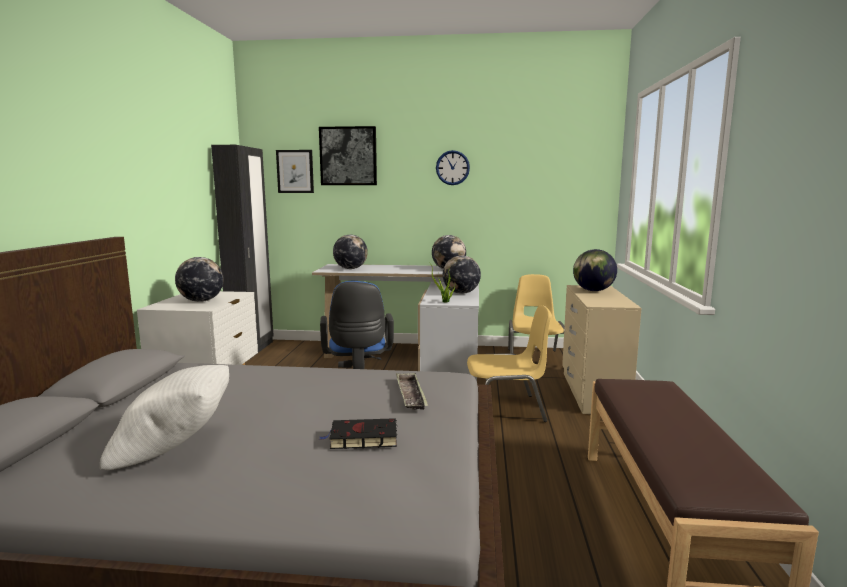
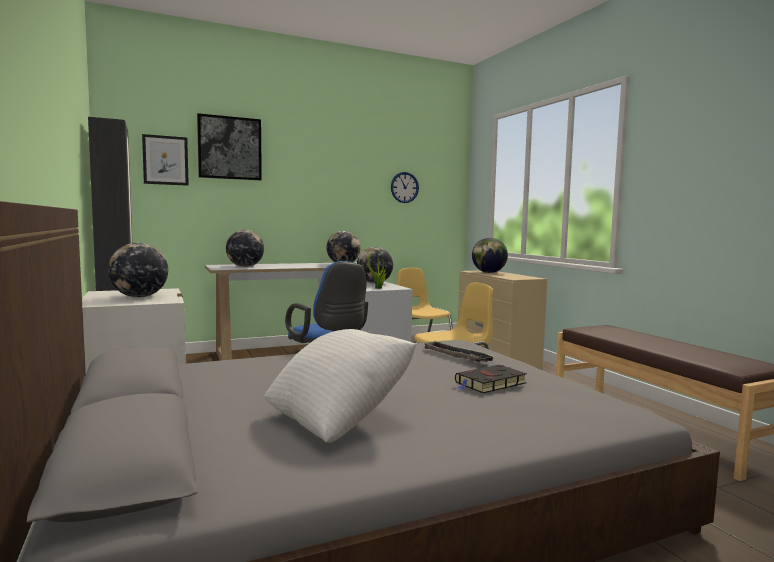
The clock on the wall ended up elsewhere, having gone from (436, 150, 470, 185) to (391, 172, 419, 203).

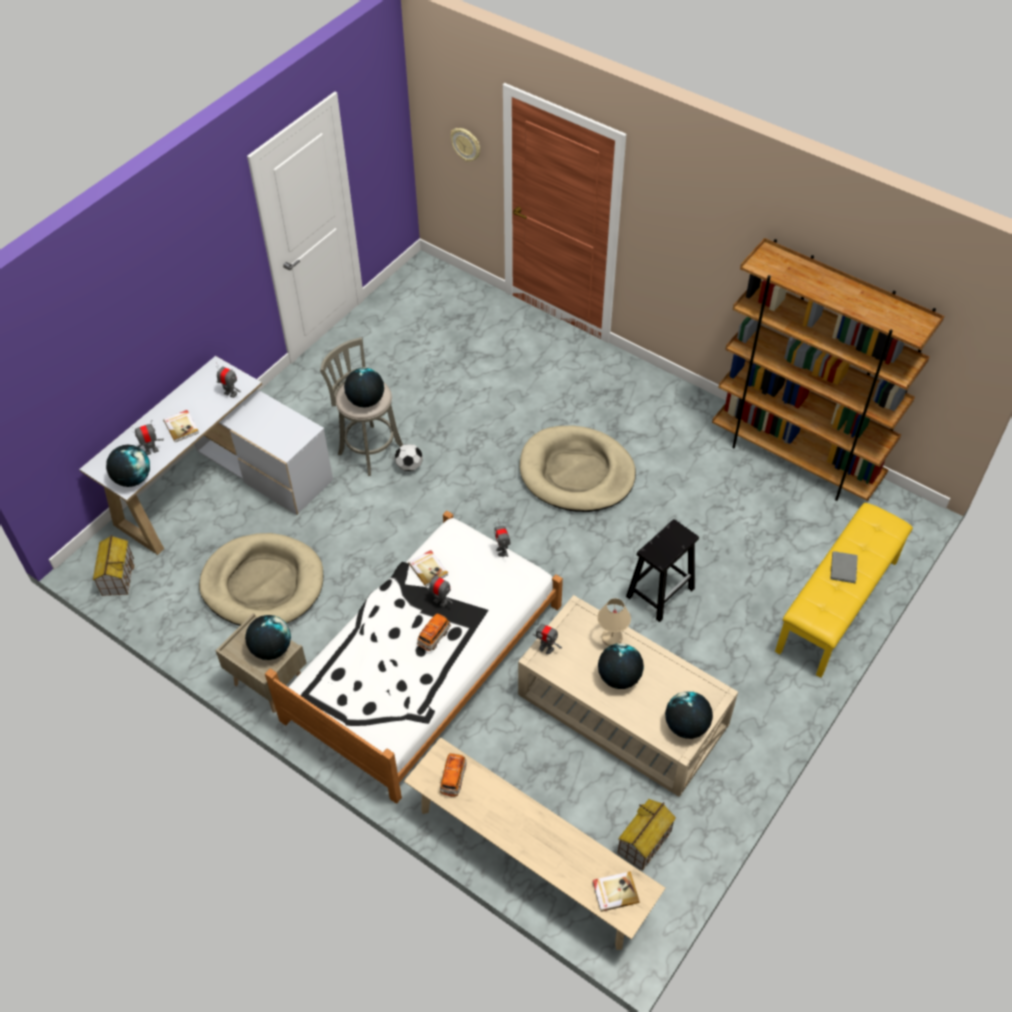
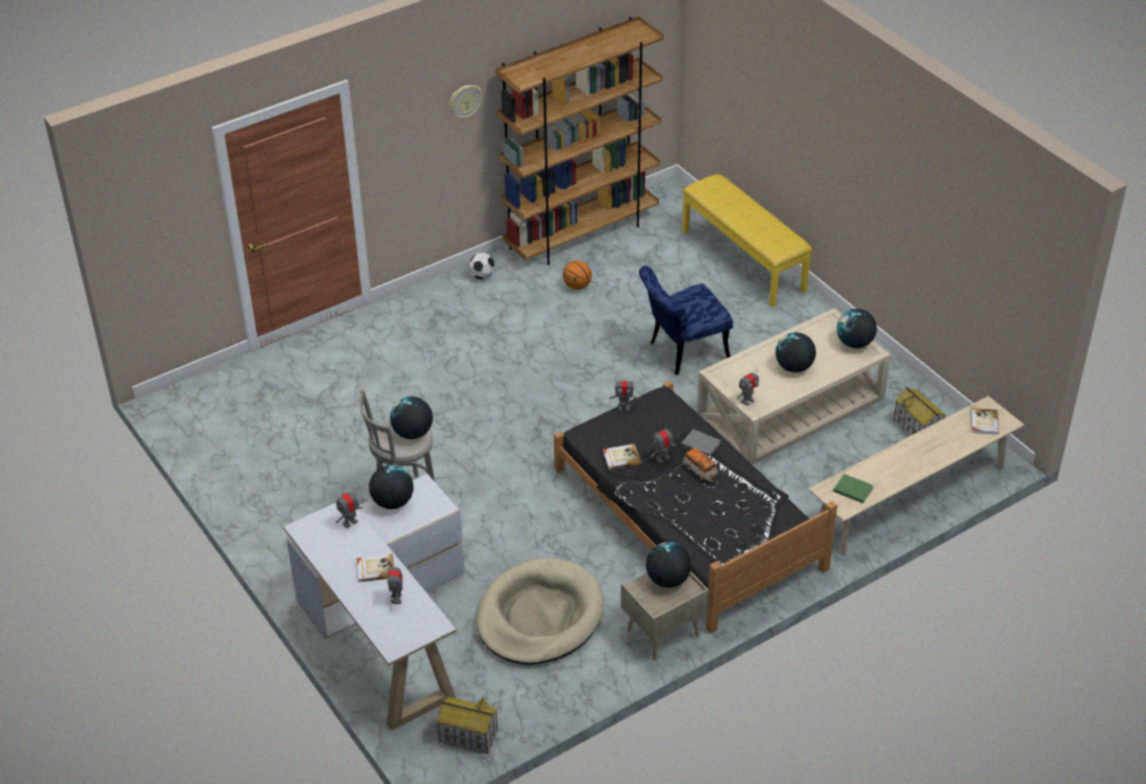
The clock on the wall ended up elsewhere, having gone from (450, 128, 480, 162) to (449, 85, 482, 120). The second view lost the dog bed/sand-coloured at (520, 425, 636, 512). The football ended up elsewhere, having gone from (395, 444, 423, 471) to (469, 253, 495, 279). The desk globe ended up elsewhere, having gone from (106, 445, 150, 487) to (369, 465, 414, 509). What was the bedroom bed/whitish at (265, 511, 563, 804) turned into the bedroom bed/black-coloured at (554, 380, 837, 634). Where the stool/black-coloured stood at (626, 519, 699, 622), the plain chair/blue-coloured came to stand at (639, 266, 733, 375). The book/grey ended up elsewhere, having gone from (831, 551, 858, 583) to (681, 429, 721, 457). The second view lost the table lamp/sand-coloured at (597, 598, 631, 646). Where the miniature car stood at (440, 753, 467, 797), the book/greenish came to stand at (833, 474, 874, 503). The second view gained the ball for basketball at (563, 261, 592, 290).

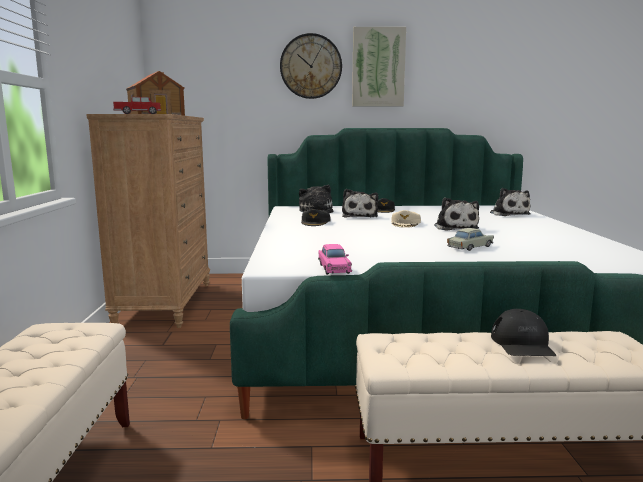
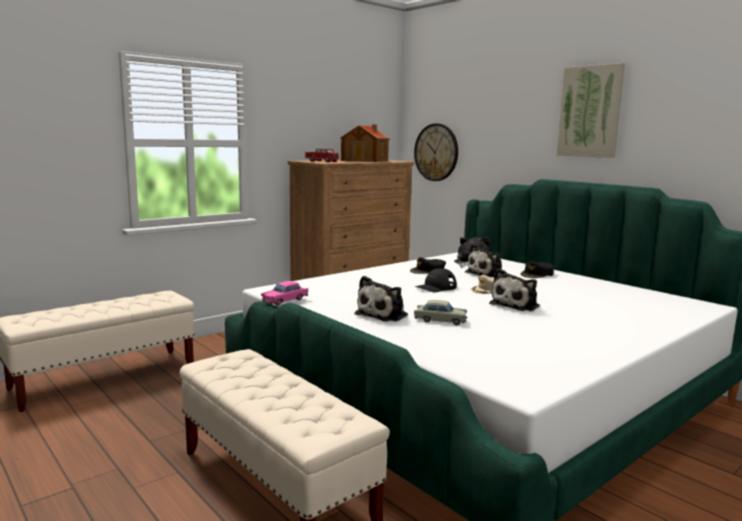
The clock on the wall ended up elsewhere, having gone from (280, 33, 342, 99) to (414, 123, 458, 181). The plush toy ended up elsewhere, having gone from (490, 188, 531, 216) to (355, 276, 408, 322). The peaked cap/black-coloured ended up elsewhere, having gone from (491, 309, 556, 356) to (415, 268, 457, 293).

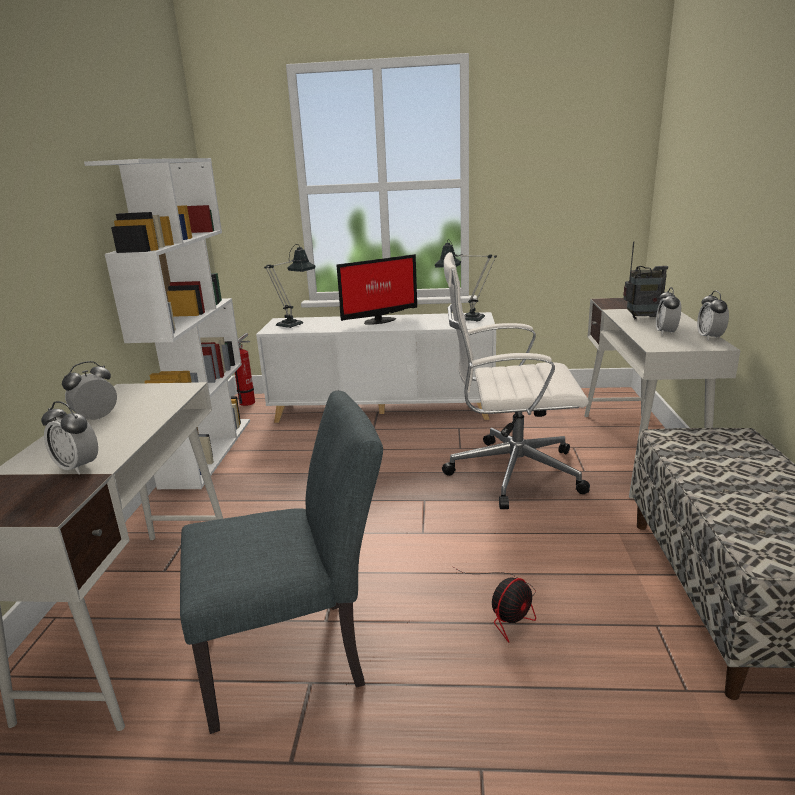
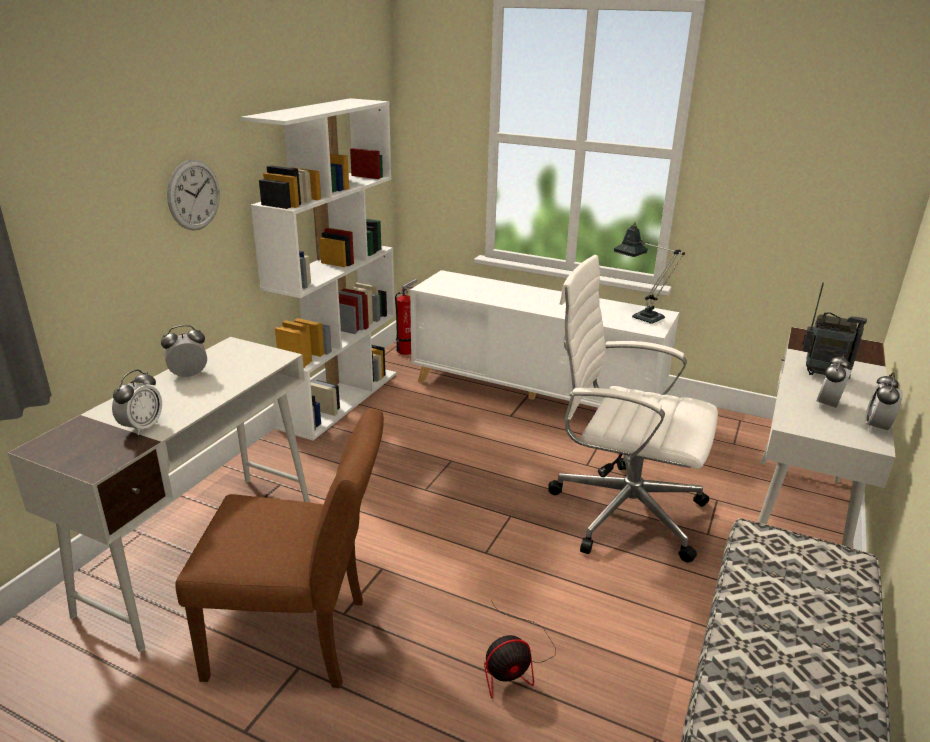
The second view lost the table lamp at (264, 244, 315, 328). The second view lost the monitor at (337, 254, 417, 325). What was the plain chair/grey at (180, 391, 383, 734) turned into the plain chair/brownish at (175, 408, 384, 688). The table clock at (41, 401, 98, 475) ended up facing another way, 120 degrees counterclockwise from before. The second view gained the clock on the wall at (167, 160, 220, 230).

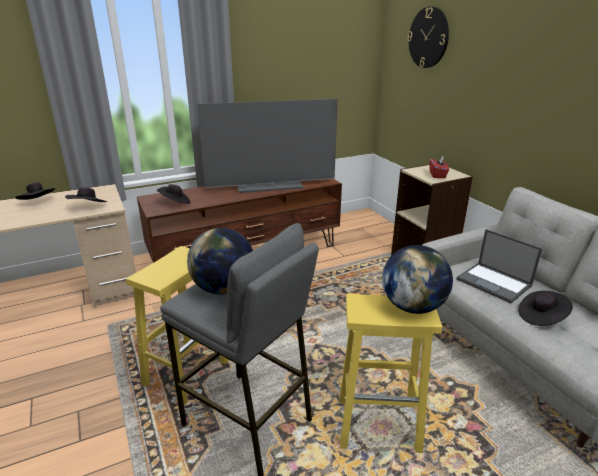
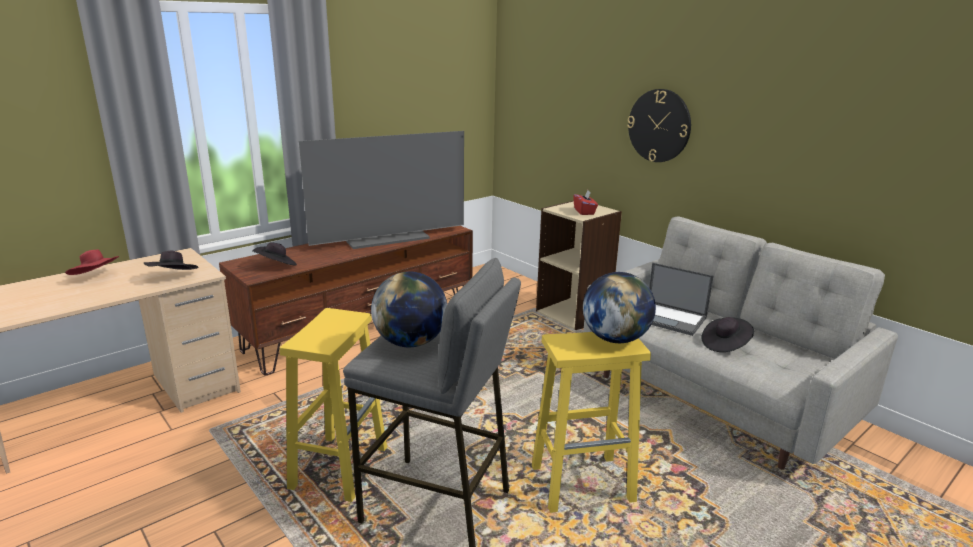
The clock on the wall ended up elsewhere, having gone from (407, 6, 449, 68) to (627, 89, 691, 162). What was the clothing hat/black-coloured at (15, 182, 55, 200) turned into the clothing hat/red at (65, 250, 119, 275).

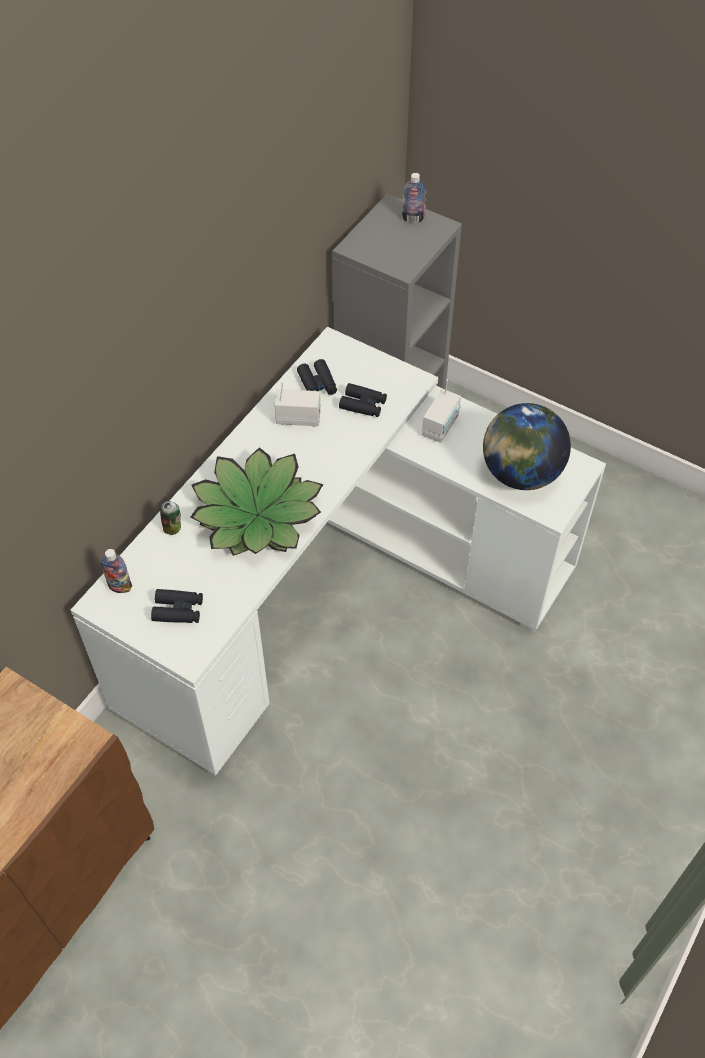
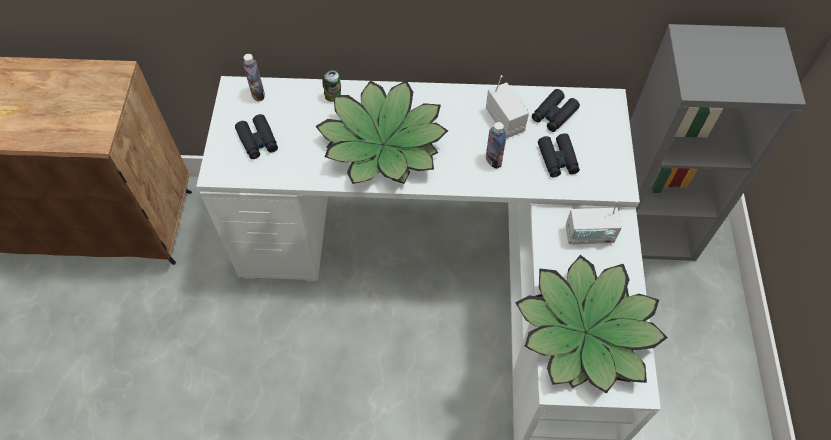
The drink bottle ended up elsewhere, having gone from (402, 173, 426, 223) to (486, 122, 506, 169). Where the desk globe stood at (483, 403, 571, 490), the houseplant came to stand at (515, 255, 668, 394).

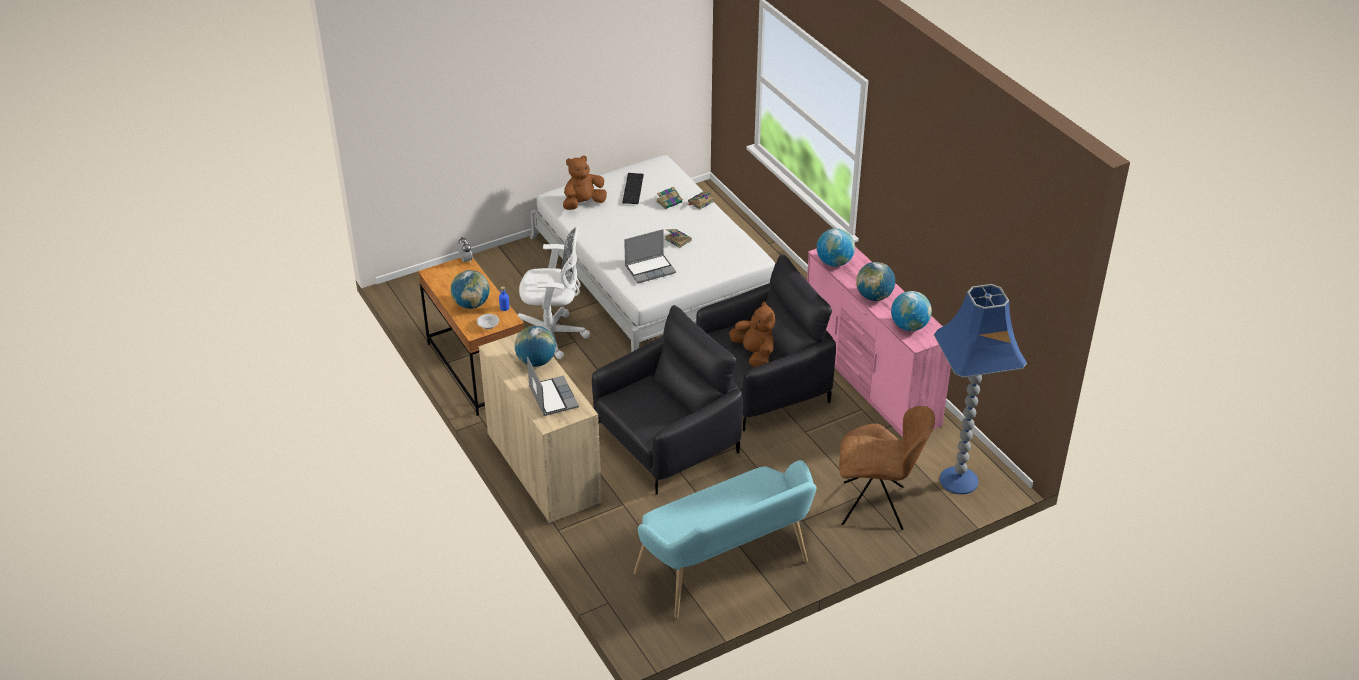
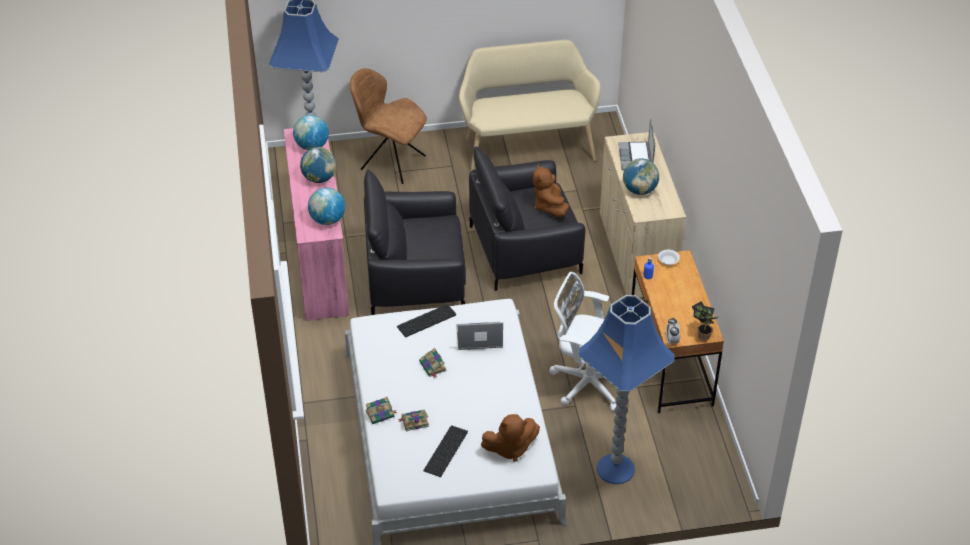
The second view lost the desk globe at (450, 270, 489, 309). The plush toy/brownish ended up elsewhere, having gone from (729, 301, 775, 367) to (533, 164, 569, 217). What was the bench/blue-green at (634, 460, 817, 619) turned into the bench/sand-coloured at (459, 40, 601, 171). The second view gained the standard lamp/blue-coloured at (578, 295, 674, 484). The second view gained the houseplant at (692, 301, 719, 340). The second view gained the computer keyboard at (397, 304, 456, 337).

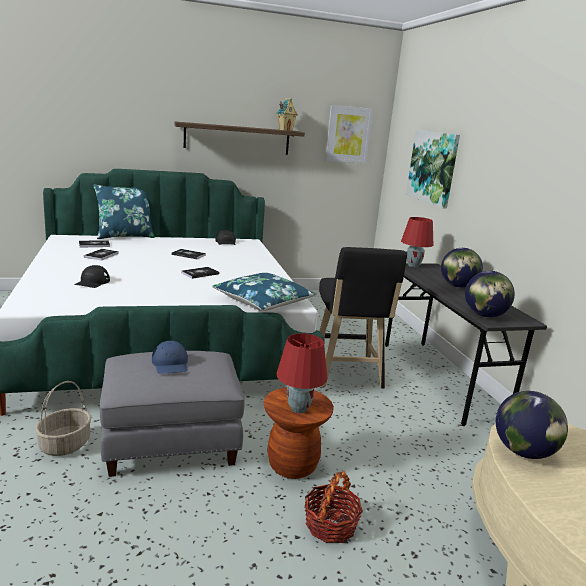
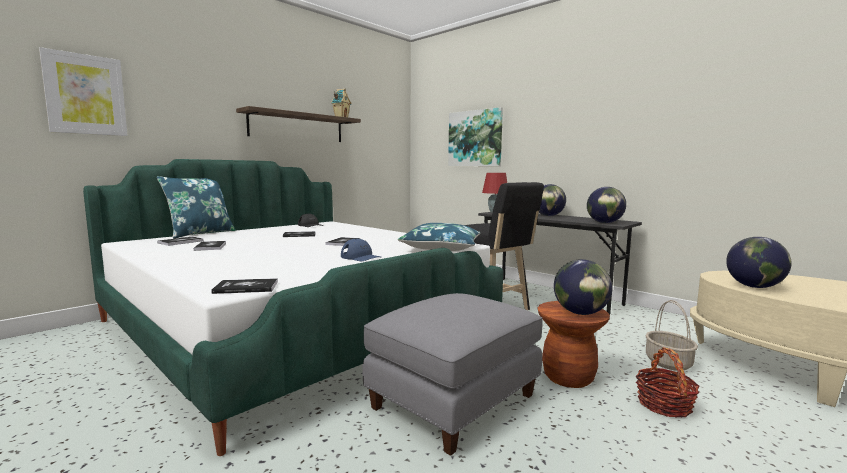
The wall art ended up elsewhere, having gone from (325, 105, 373, 164) to (39, 47, 128, 136). The second view lost the peaked cap/black-coloured at (74, 265, 110, 288). Where the table lamp/red stood at (276, 333, 327, 413), the desk globe came to stand at (554, 259, 612, 315). The peaked cap/blue-coloured ended up elsewhere, having gone from (152, 341, 188, 374) to (341, 239, 381, 261). The household basket ended up elsewhere, having gone from (35, 381, 91, 456) to (645, 300, 698, 371). The second view gained the book at (211, 278, 278, 294).

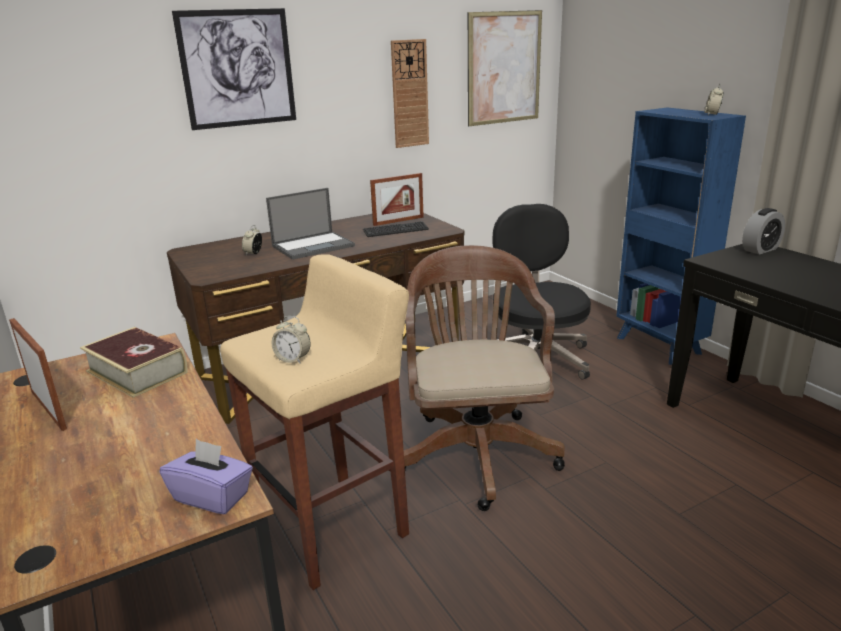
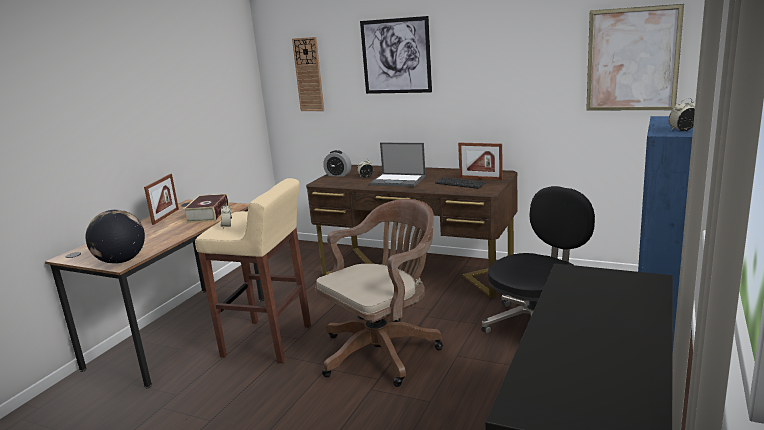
The clock on the wall ended up elsewhere, having gone from (391, 39, 429, 148) to (292, 37, 324, 111). The table clock ended up elsewhere, having gone from (742, 208, 785, 254) to (323, 150, 351, 177). Where the tissue holder/purple stood at (160, 439, 253, 514), the desk globe came to stand at (86, 210, 145, 264).

